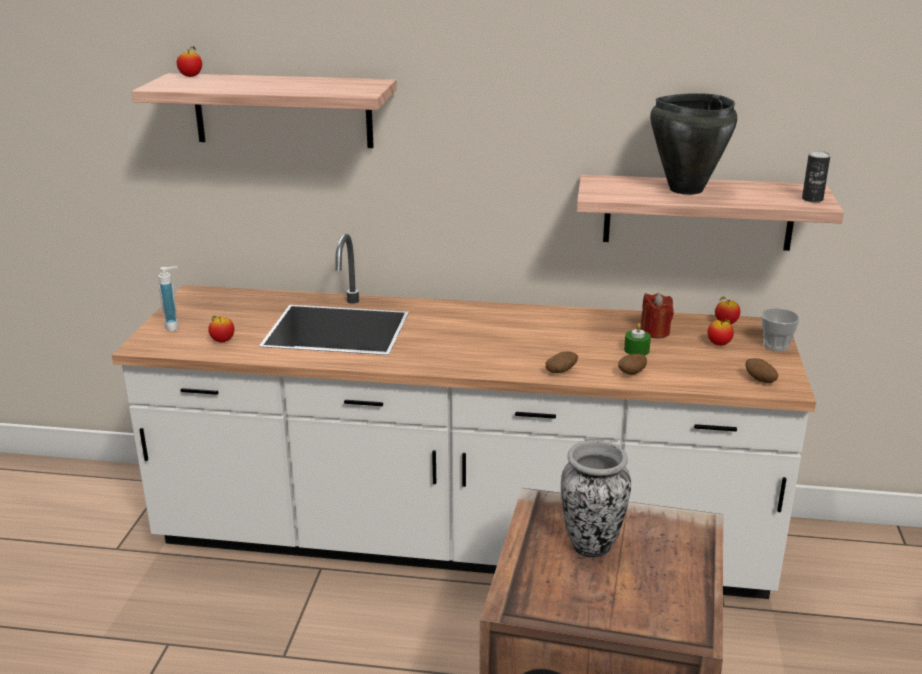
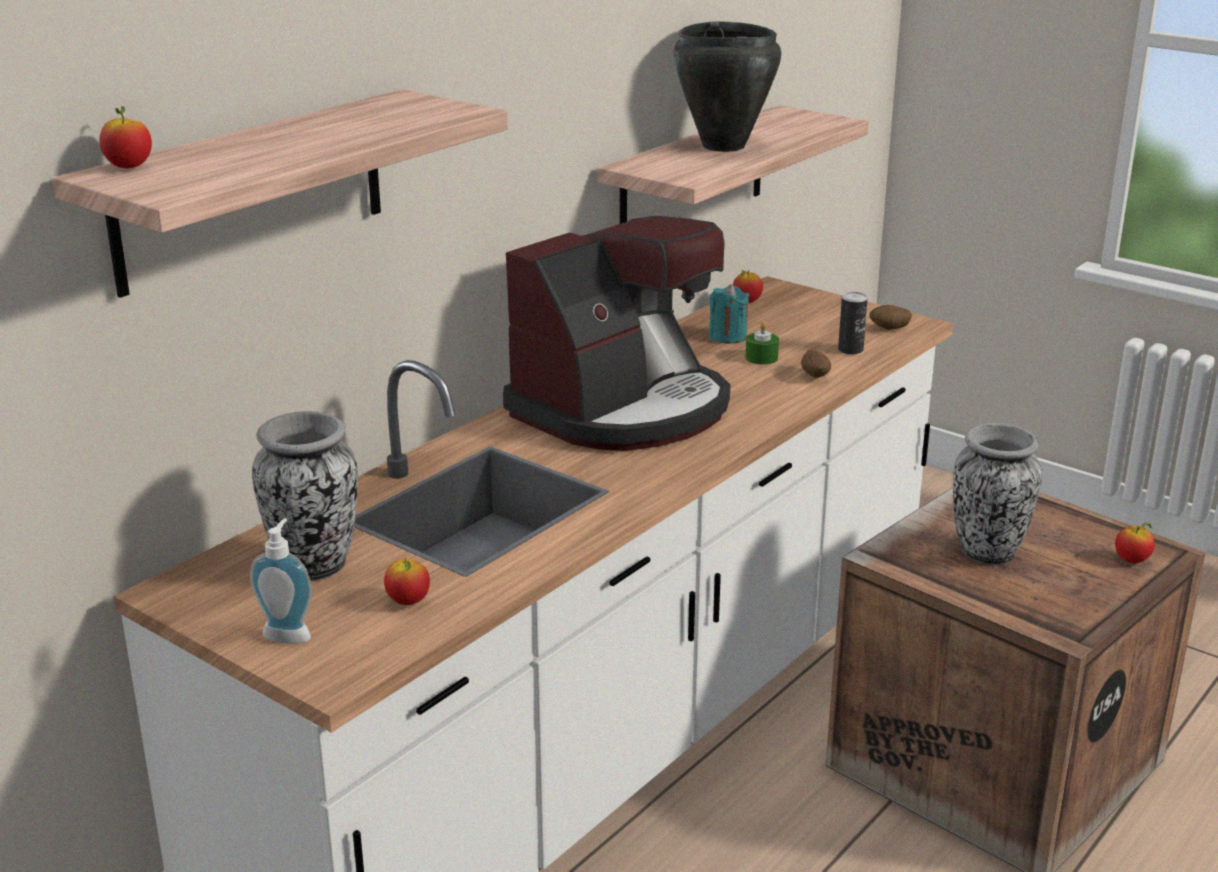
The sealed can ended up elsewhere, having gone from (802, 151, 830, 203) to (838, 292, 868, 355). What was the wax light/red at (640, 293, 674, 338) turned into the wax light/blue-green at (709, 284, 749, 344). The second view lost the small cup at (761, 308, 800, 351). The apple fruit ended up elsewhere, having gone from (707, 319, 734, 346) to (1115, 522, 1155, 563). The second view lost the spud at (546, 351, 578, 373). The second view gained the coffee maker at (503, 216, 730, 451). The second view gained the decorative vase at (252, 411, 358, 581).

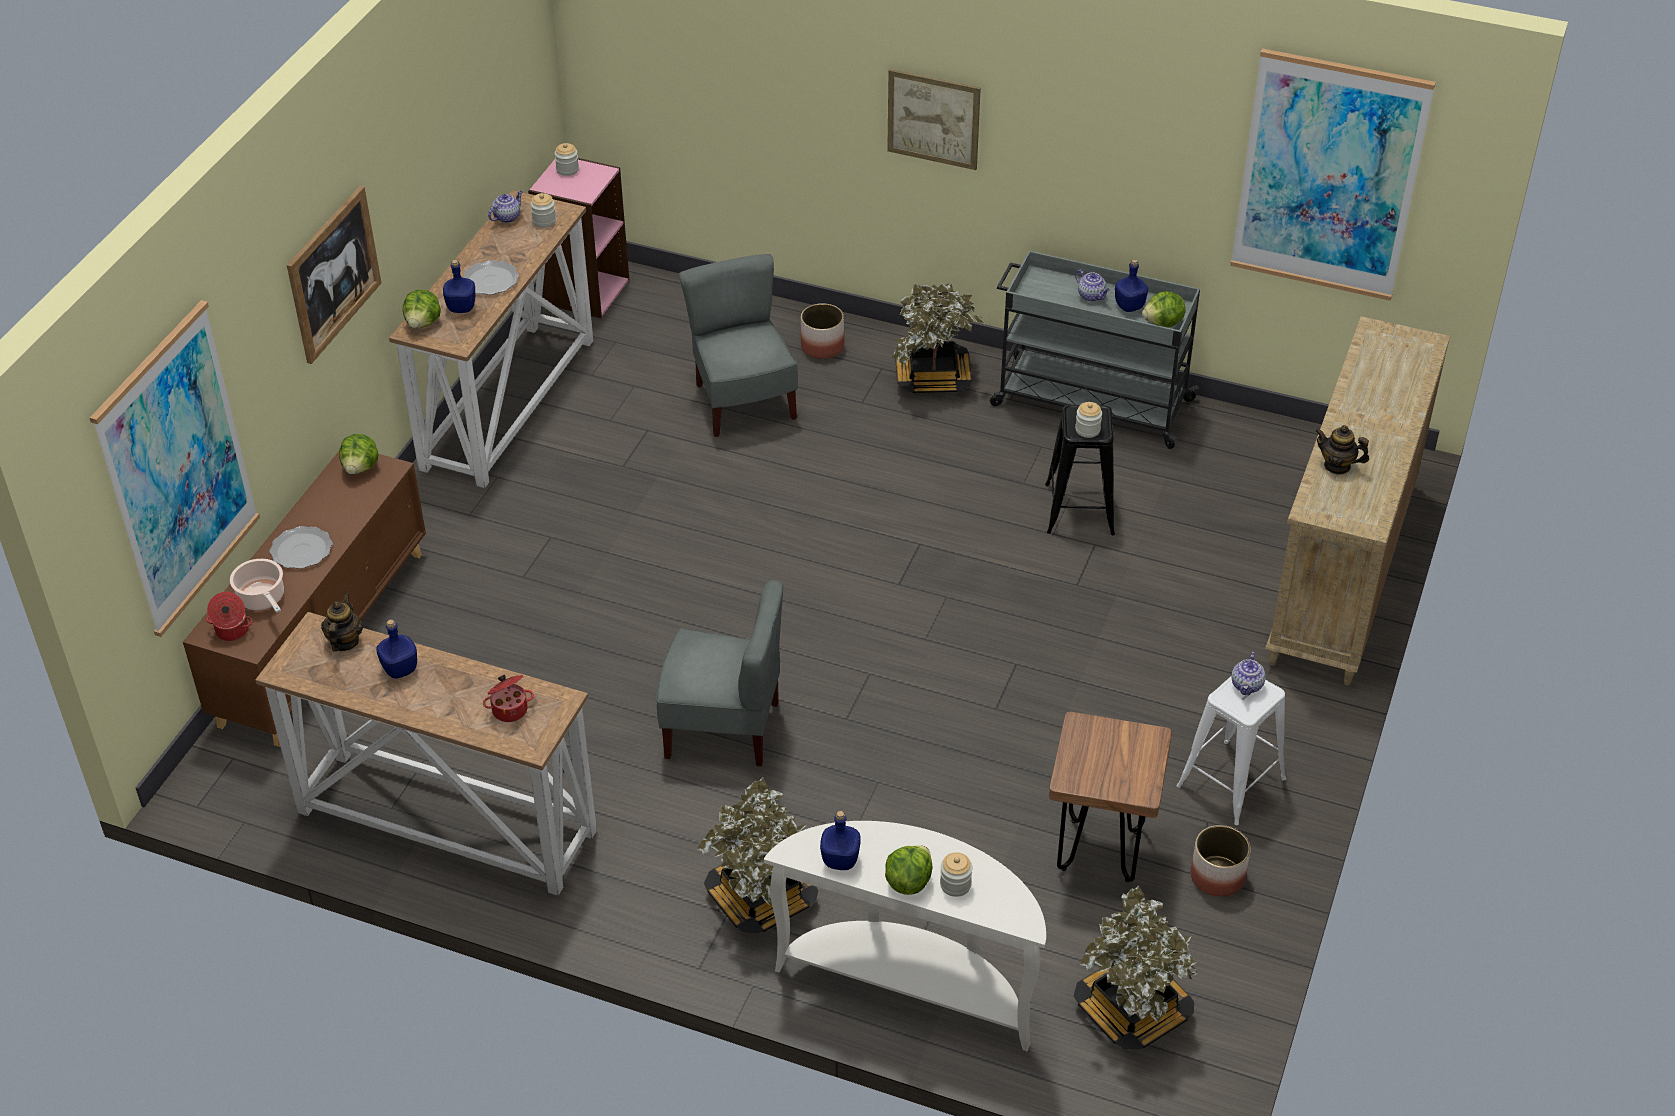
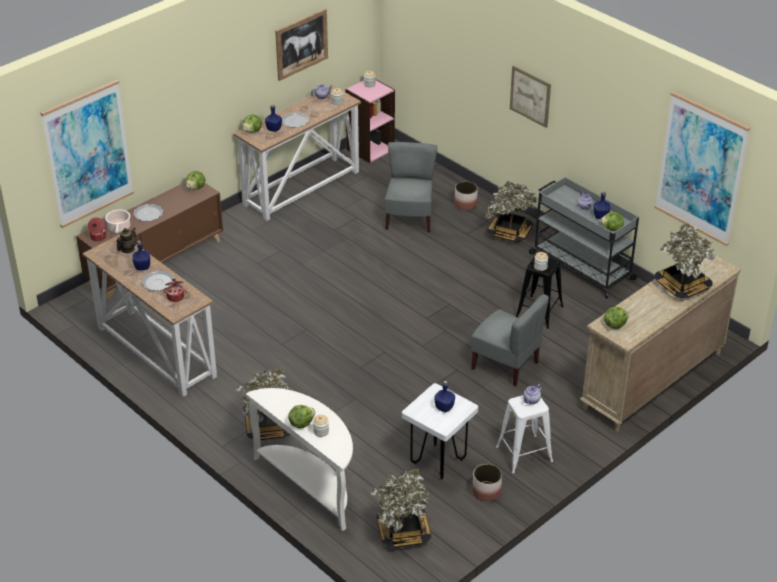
The wall art ended up elsewhere, having gone from (287, 186, 381, 364) to (275, 9, 328, 81). The second view lost the pot for tea at (1315, 425, 1369, 475). The plain chair/grey ended up elsewhere, having gone from (656, 580, 783, 766) to (471, 294, 549, 386). What was the stool/brownish at (1049, 712, 1172, 882) turned into the stool/whitish at (402, 383, 478, 479). The drink bottle/blue-coloured ended up elsewhere, having gone from (820, 811, 861, 870) to (434, 381, 455, 412). The second view gained the houseplant at (654, 222, 716, 298). The second view gained the flat dish at (142, 270, 175, 291). The second view gained the head of lettuce at (604, 307, 629, 329).

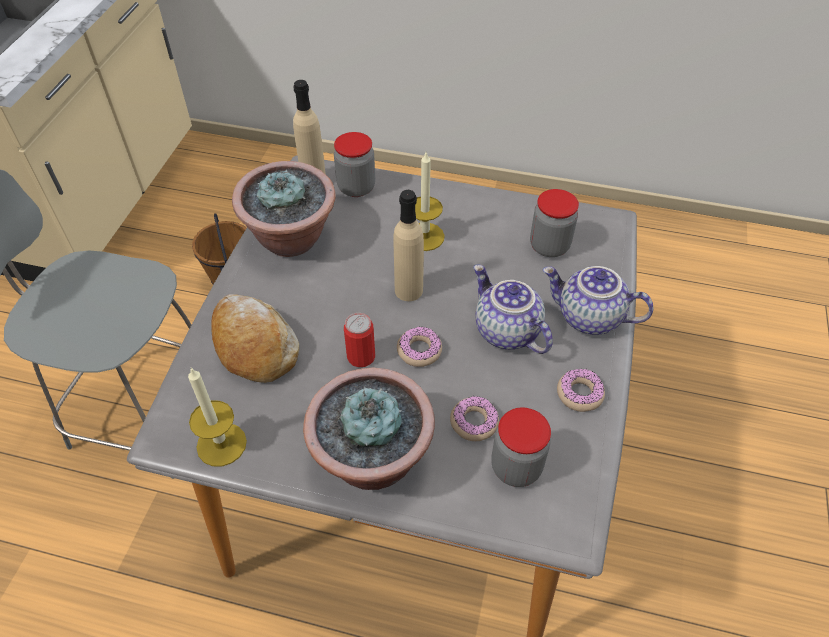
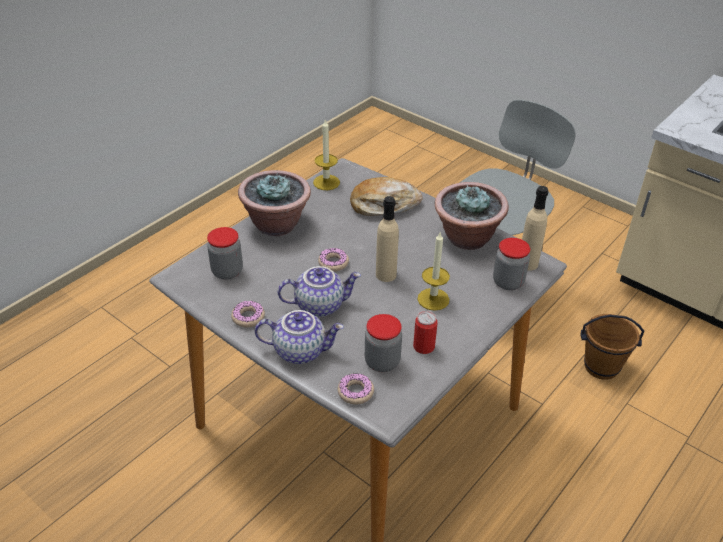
The pot for tea at (543, 266, 654, 335) ended up facing another way, 45 degrees clockwise from before. The sealed can ended up elsewhere, having gone from (344, 313, 375, 367) to (413, 311, 437, 354). The doughnut ended up elsewhere, having gone from (450, 396, 499, 441) to (338, 373, 374, 405).

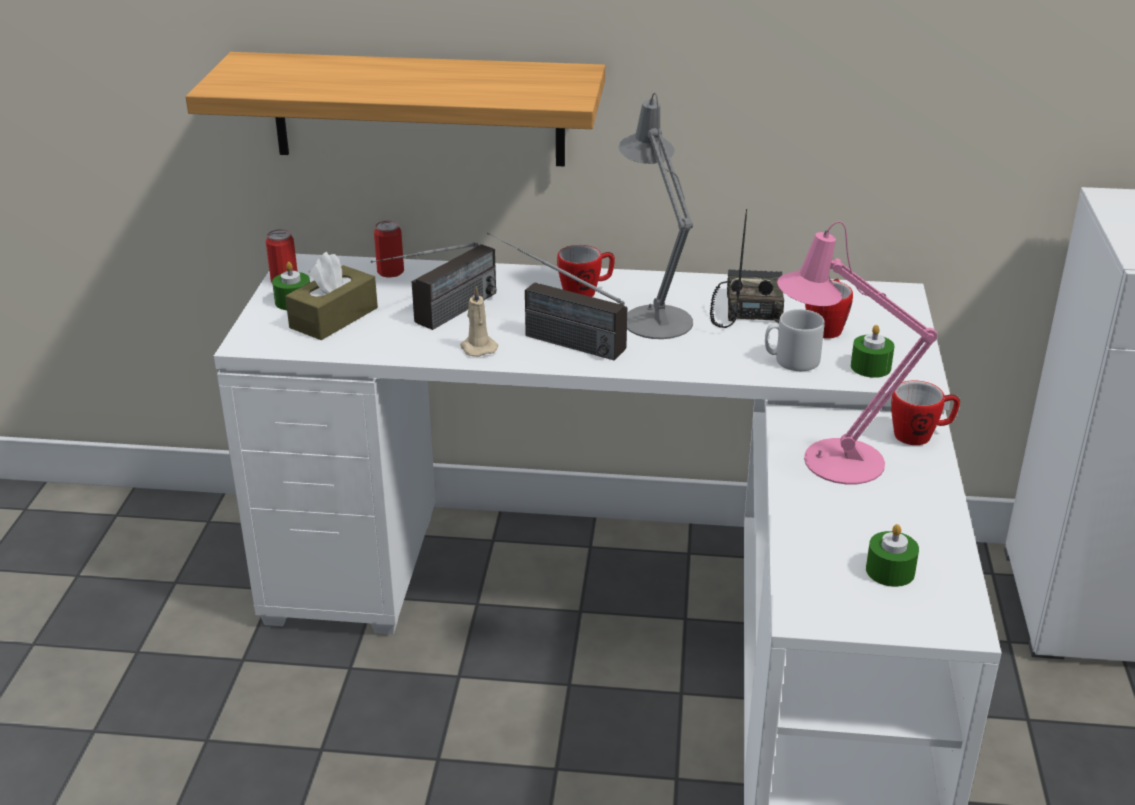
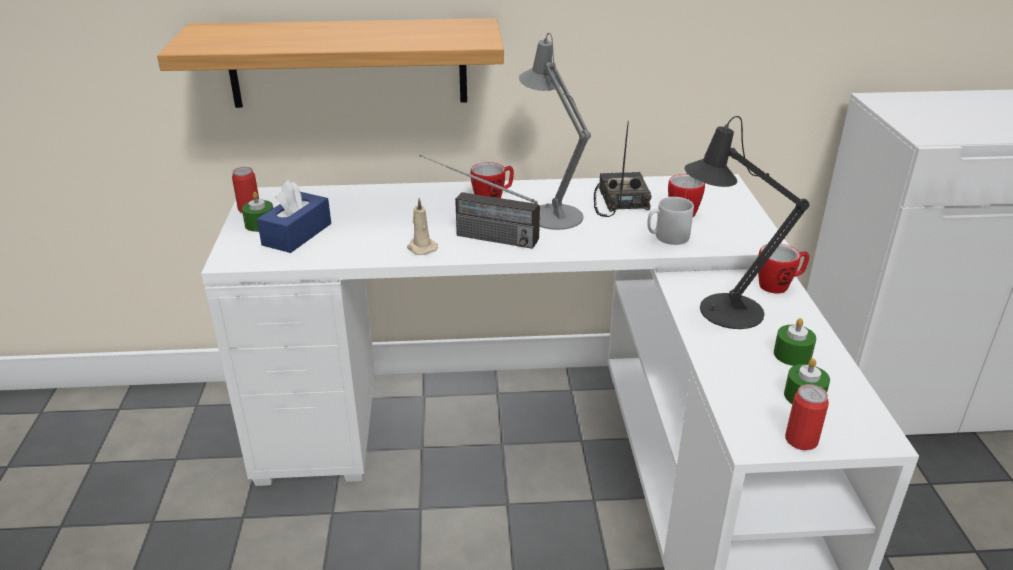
The sealed can ended up elsewhere, having gone from (374, 220, 404, 277) to (785, 384, 829, 450). What was the table lamp/pink-coloured at (777, 221, 937, 484) turned into the table lamp/black-coloured at (684, 116, 809, 329). The second view lost the radio at (371, 242, 496, 330). What was the tissue holder/brownish at (285, 252, 378, 340) turned into the tissue holder/blue-coloured at (257, 181, 331, 253). The wax light/greenish ended up elsewhere, having gone from (851, 325, 894, 378) to (774, 318, 816, 366).

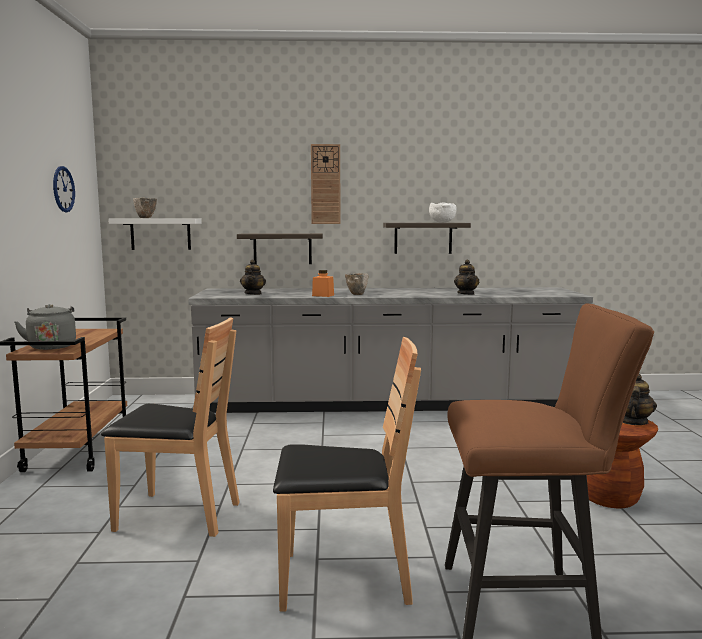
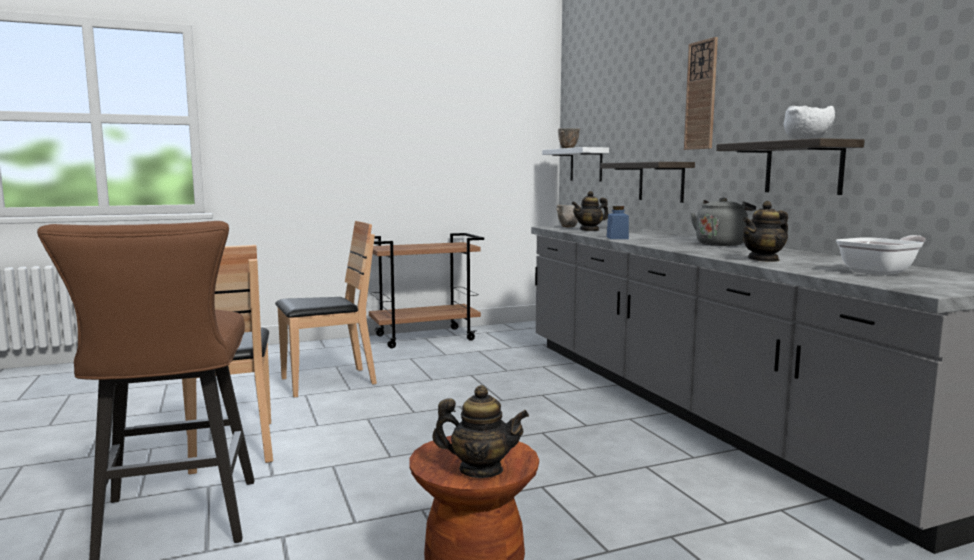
The second view lost the clock on the wall at (53, 166, 75, 212). What was the preserve jar/orange at (312, 270, 334, 297) turned into the preserve jar/blue-coloured at (607, 206, 629, 239). The serving bowl ended up elsewhere, having gone from (345, 273, 368, 295) to (556, 205, 581, 228). The water kettle/grey ended up elsewhere, having gone from (14, 304, 76, 350) to (691, 198, 756, 246). The plain chair/brownish at (101, 317, 240, 537) ended up facing another way, 105 degrees counterclockwise from before. The second view gained the skillet at (836, 235, 926, 276).

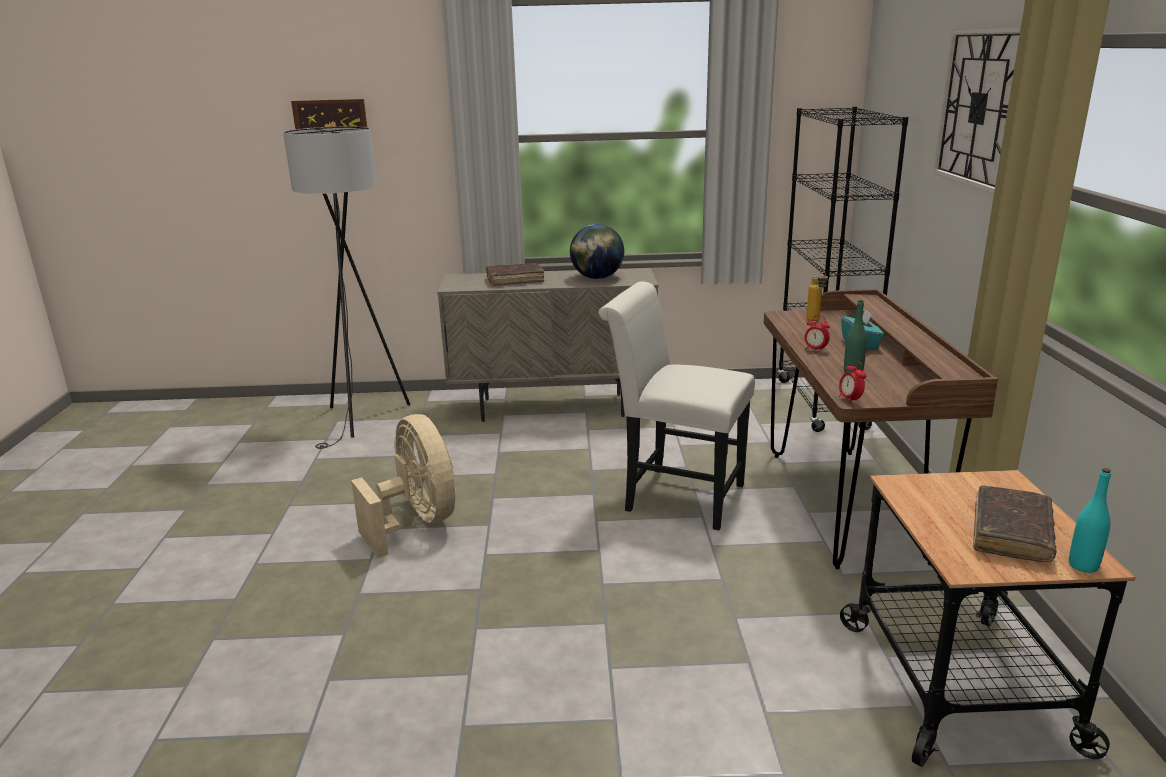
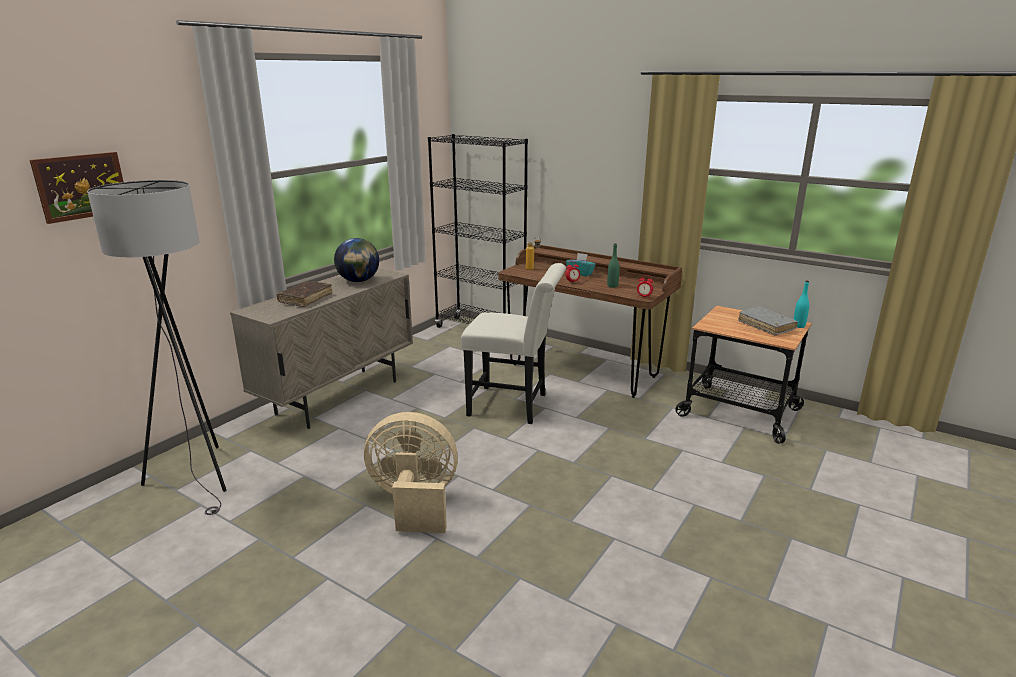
The second view lost the clock on the wall at (933, 27, 1021, 194). The plain chair/whitish at (598, 281, 755, 530) ended up facing another way, 135 degrees counterclockwise from before. What was the book/brownish at (973, 485, 1056, 562) turned into the book/grey at (738, 307, 798, 335).

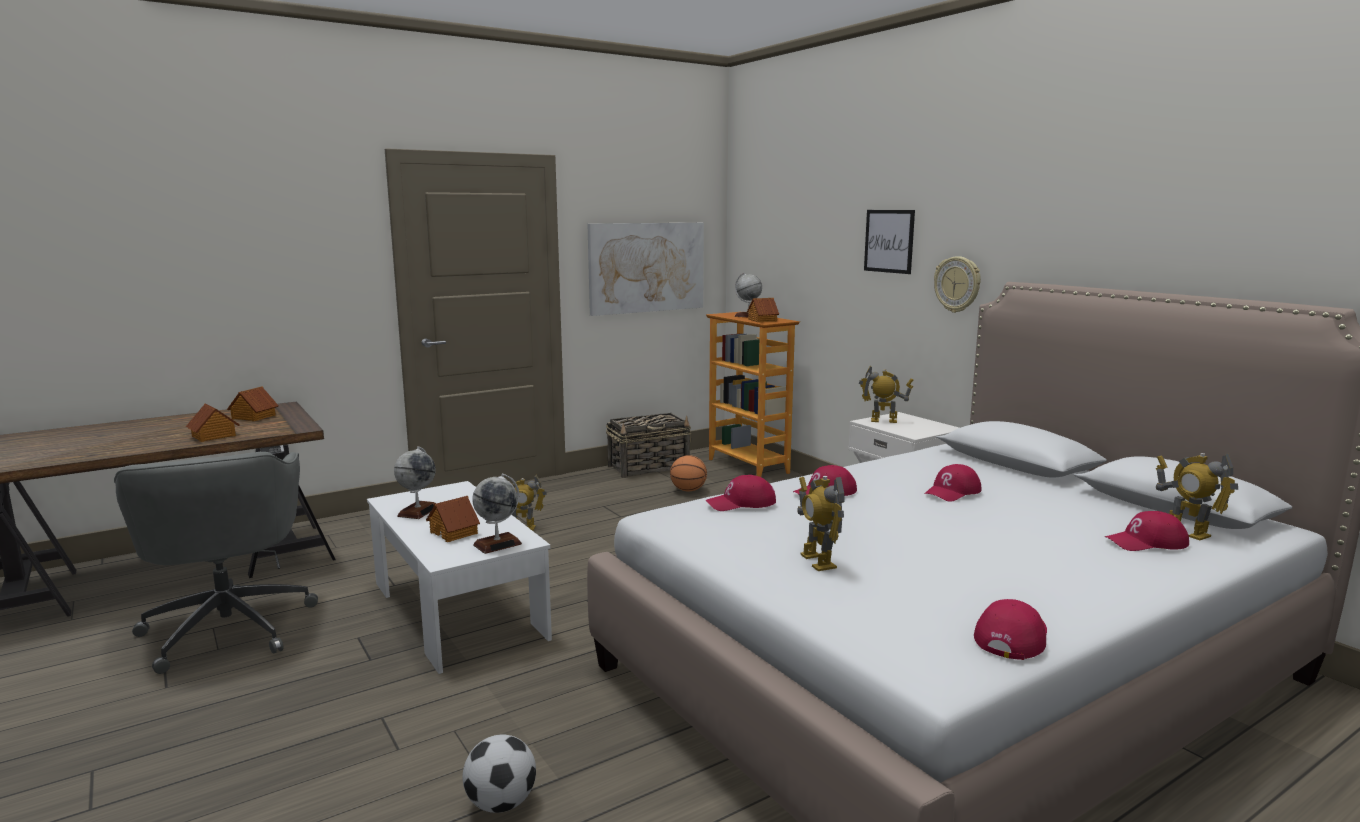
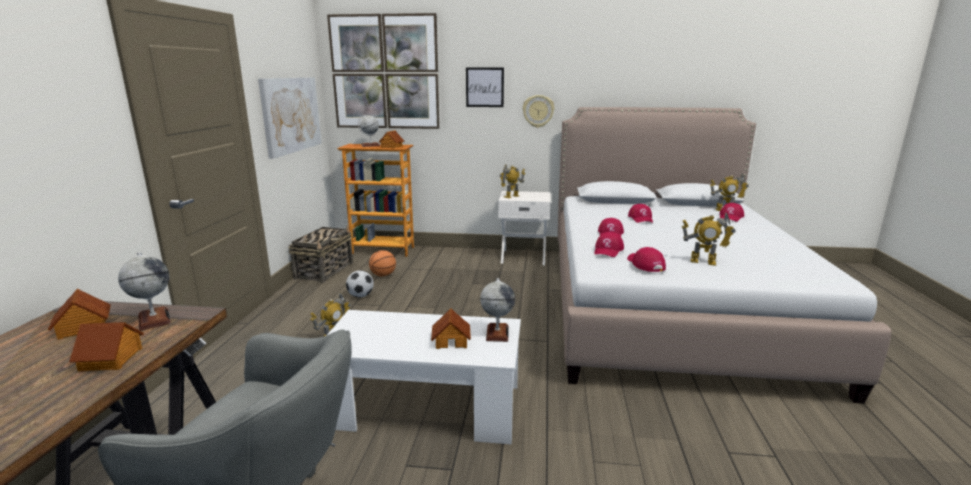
The desk globe ended up elsewhere, having gone from (394, 447, 436, 519) to (118, 252, 171, 331). The peaked cap/red ended up elsewhere, having gone from (974, 599, 1047, 660) to (627, 247, 666, 272). The football ended up elsewhere, having gone from (463, 734, 536, 813) to (346, 270, 374, 297). The second view gained the wall art at (327, 13, 440, 129).

